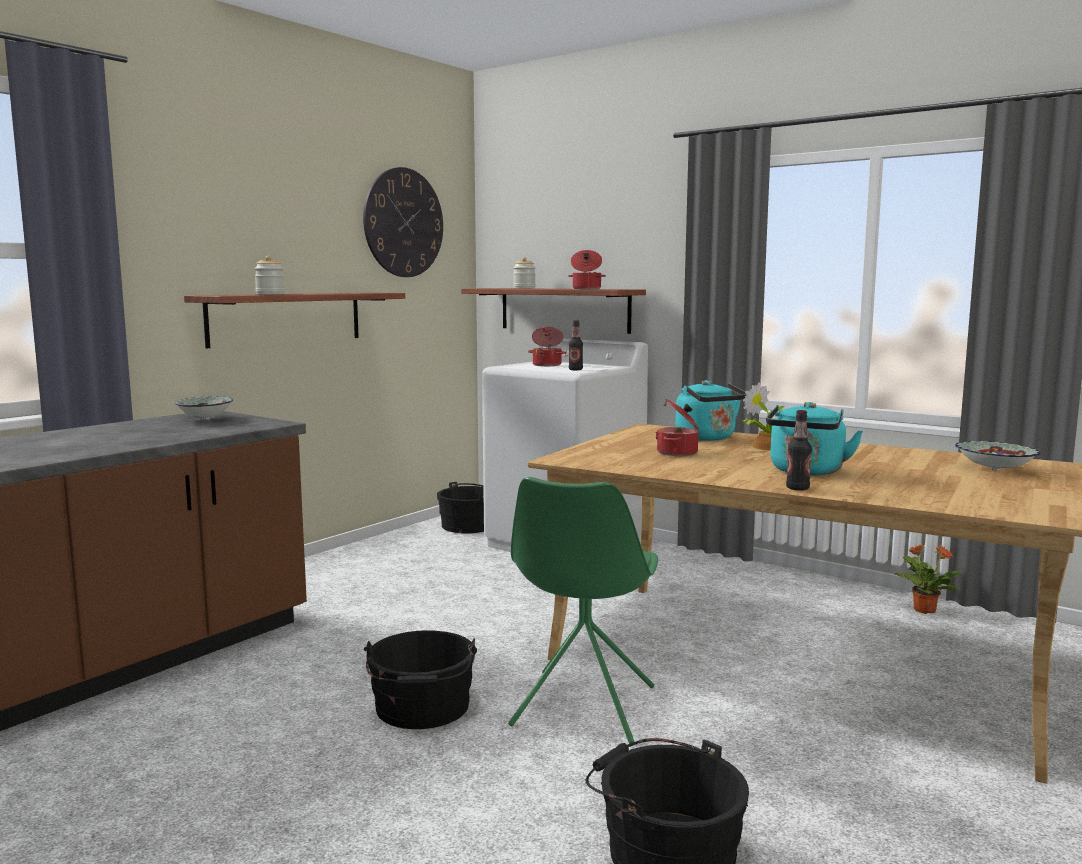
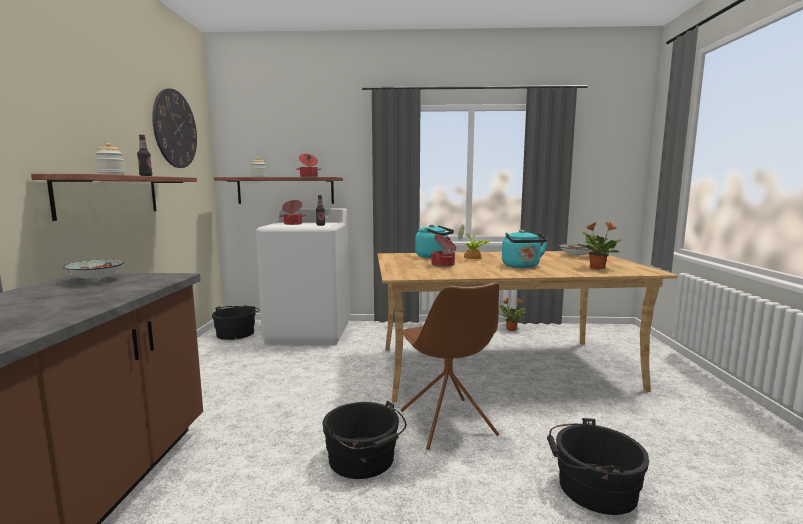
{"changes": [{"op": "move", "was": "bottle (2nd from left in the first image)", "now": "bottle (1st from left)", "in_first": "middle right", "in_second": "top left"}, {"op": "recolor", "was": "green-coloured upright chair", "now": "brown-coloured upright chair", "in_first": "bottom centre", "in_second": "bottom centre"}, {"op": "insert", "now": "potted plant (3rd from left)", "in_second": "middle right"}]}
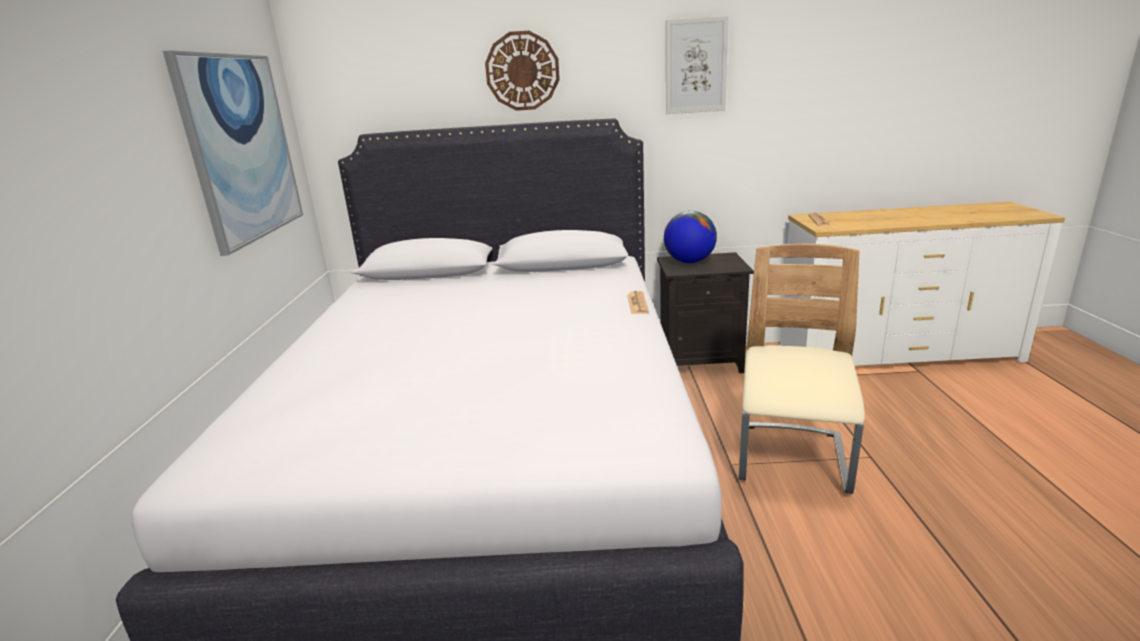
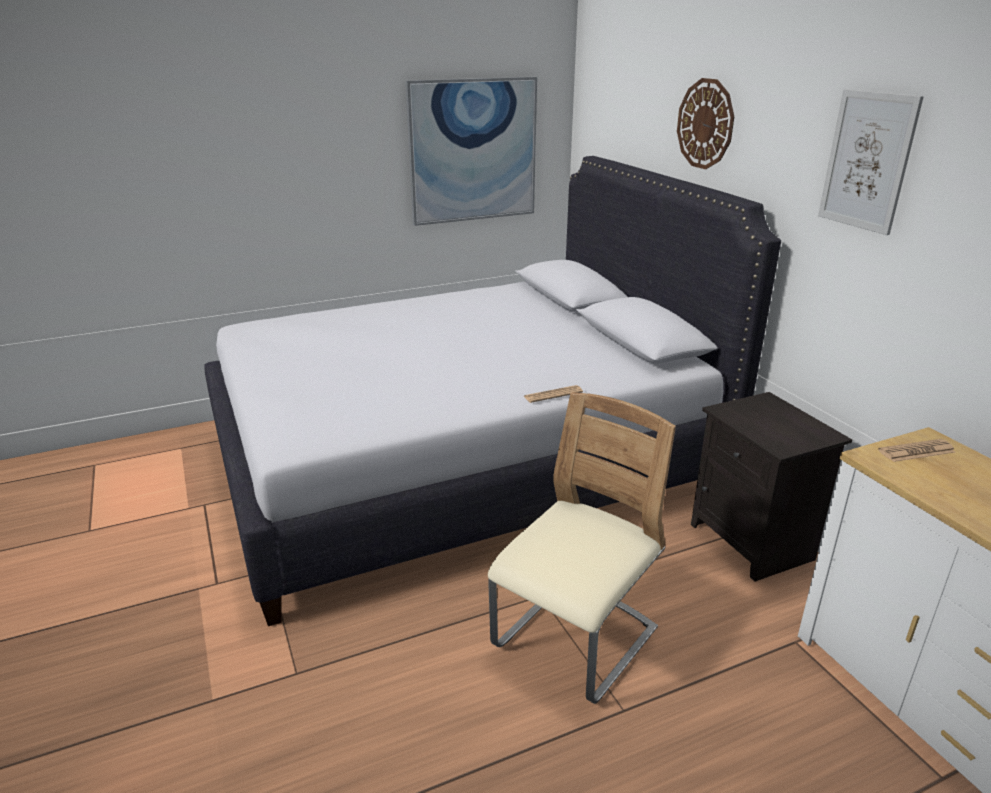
{"changes": [{"op": "rotate", "was": "beige upright chair", "in_first": "middle right", "in_second": "bottom centre", "clockwise": -45}, {"op": "delete", "was": "globe", "in_first": "centre"}]}
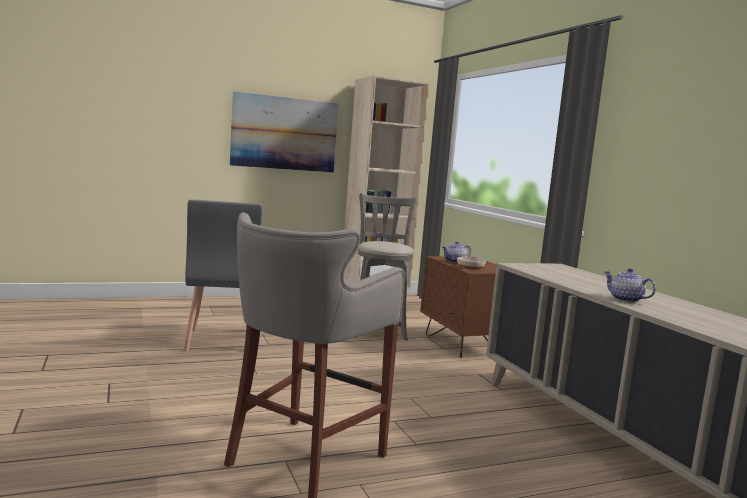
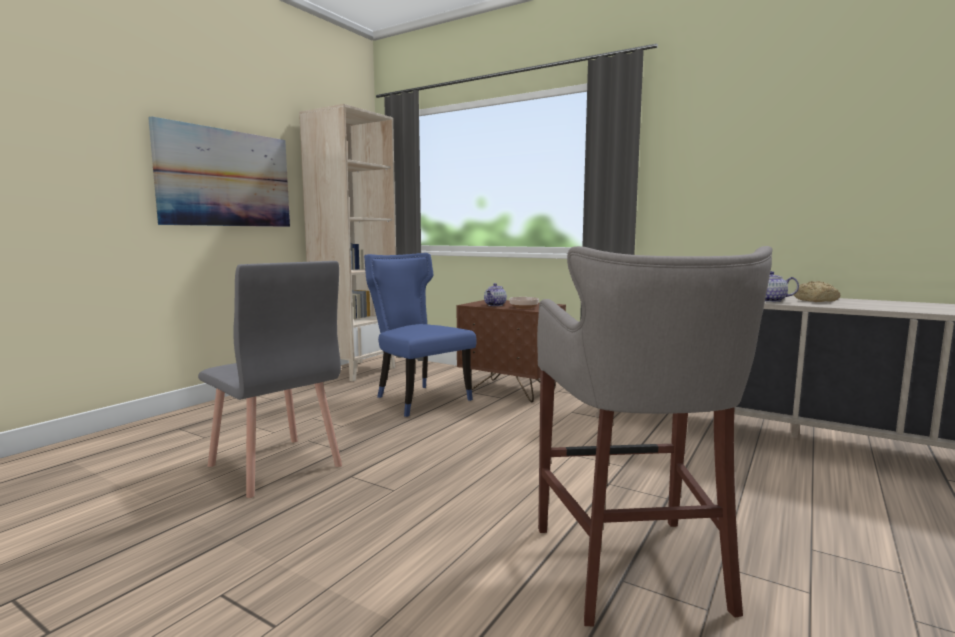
{"changes": [{"op": "replace", "was": "greyish sitting stool (2nd from left)", "now": "blue-coloured upright chair", "in_first": "centre", "in_second": "centre"}, {"op": "insert", "now": "baked bread", "in_second": "middle right"}]}
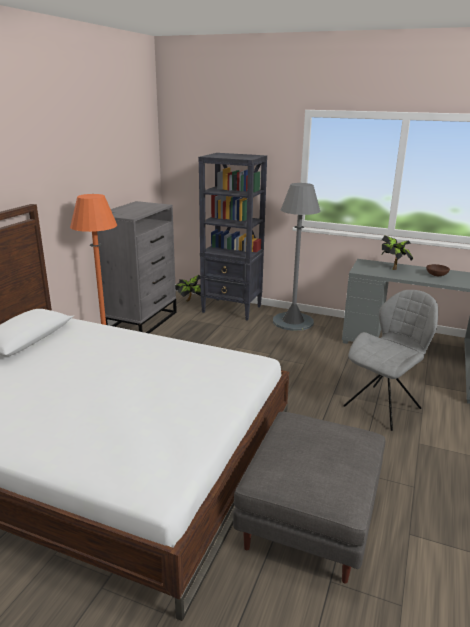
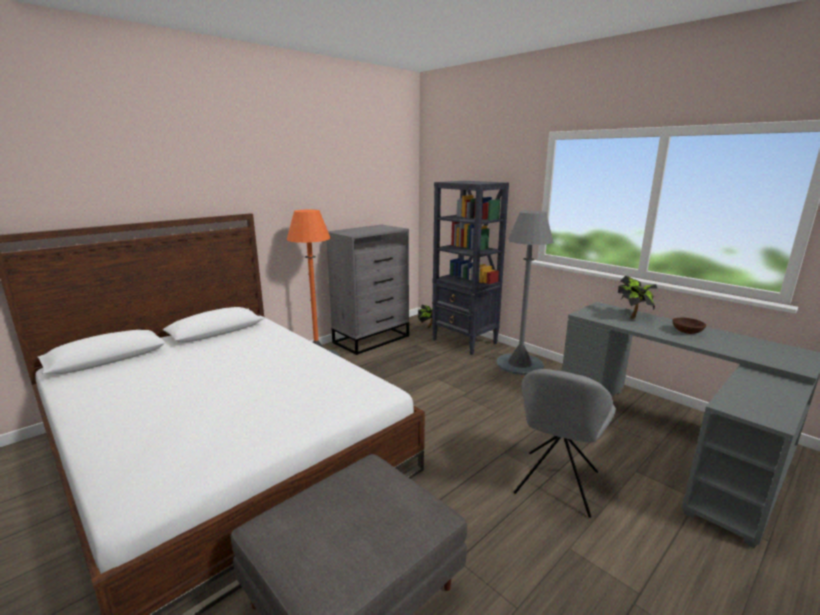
{"changes": [{"op": "rotate", "was": "greyish upright chair", "in_first": "middle right", "in_second": "bottom right", "clockwise": 135}]}
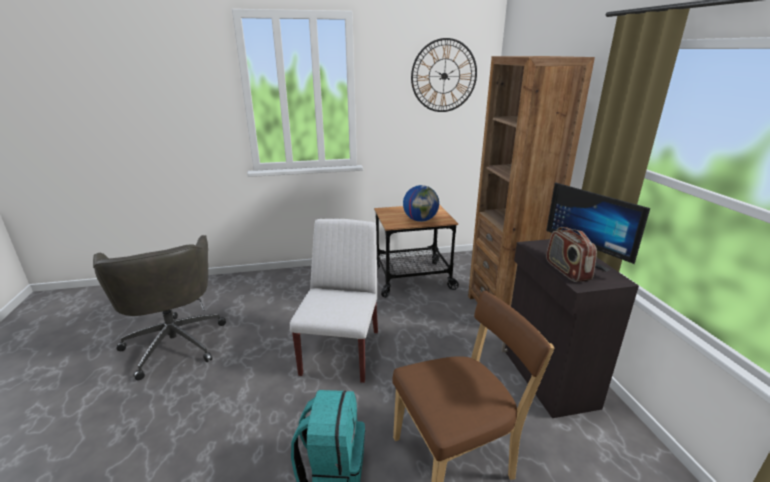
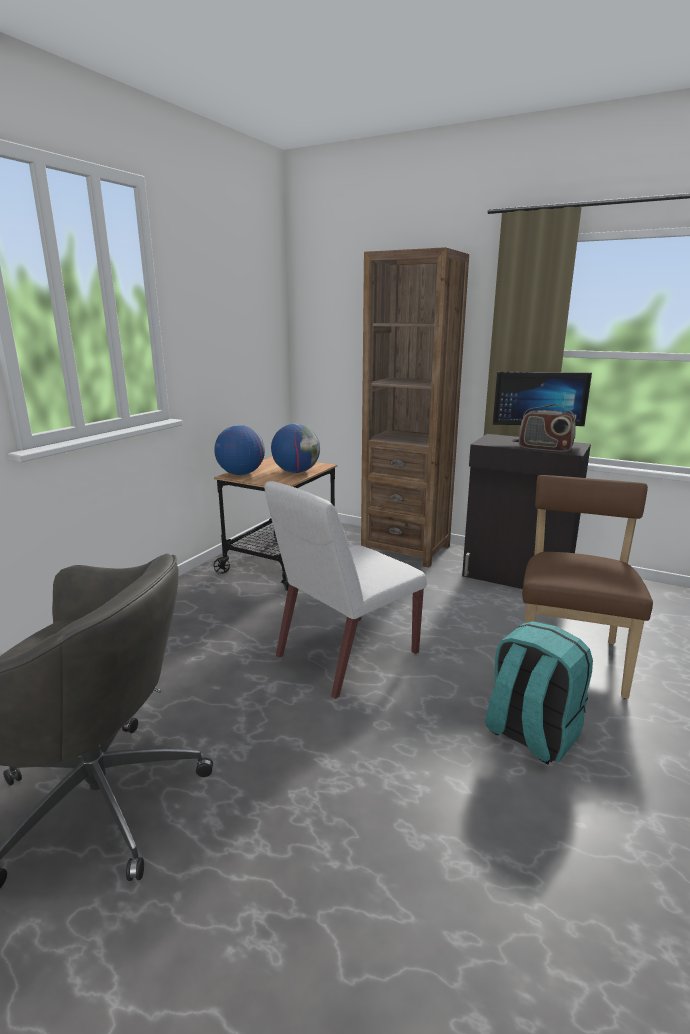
{"changes": [{"op": "insert", "now": "globe (1st from left)", "in_second": "centre"}, {"op": "rotate", "was": "whitish upright chair", "in_first": "centre", "in_second": "centre", "clockwise": -90}, {"op": "delete", "was": "clock on the wall", "in_first": "top centre"}]}
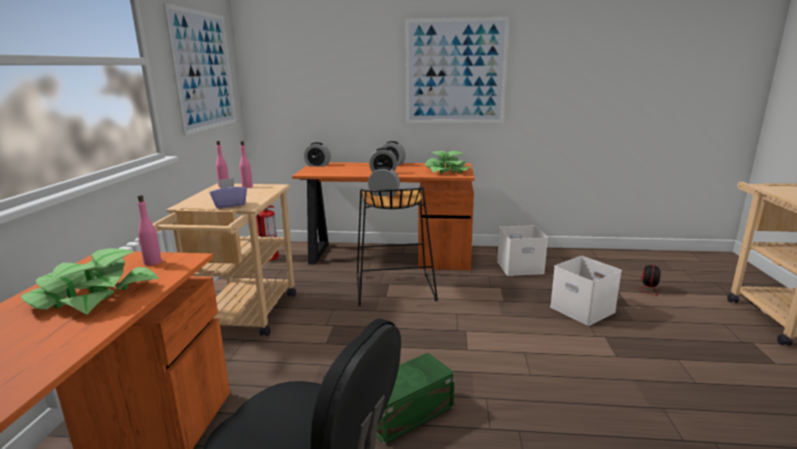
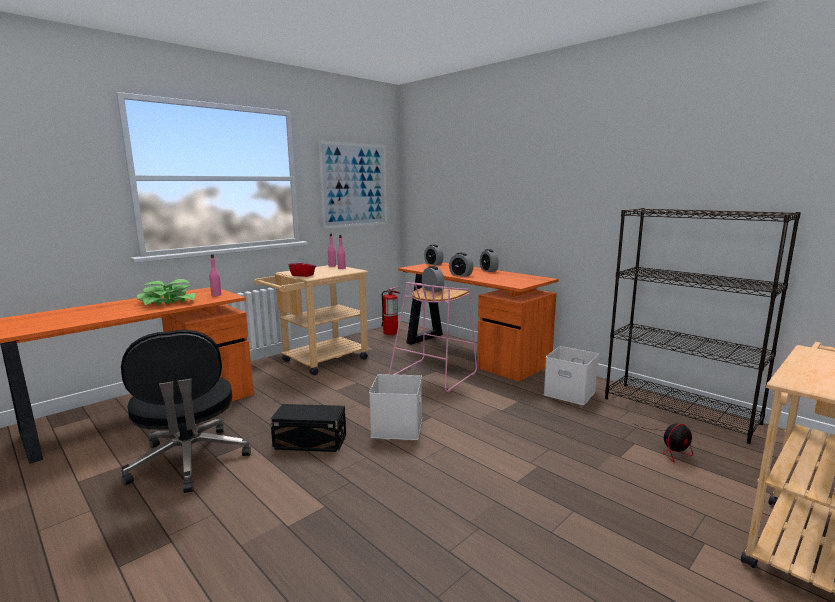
{"changes": [{"op": "recolor", "was": "green-coloured storage bin", "now": "black-coloured storage bin", "in_first": "bottom centre", "in_second": "bottom centre"}, {"op": "recolor", "was": "purple-coloured tissue box", "now": "red-coloured tissue box", "in_first": "middle left", "in_second": "centre"}, {"op": "move", "was": "whitish storage bin (2nd from left in the first image)", "now": "whitish storage bin (1st from left)", "in_first": "middle right", "in_second": "bottom centre"}, {"op": "recolor", "was": "black-coloured sitting stool", "now": "pink sitting stool", "in_first": "centre", "in_second": "centre"}, {"op": "insert", "now": "black-coloured shelving unit", "in_second": "middle right"}, {"op": "delete", "was": "wall picture (2nd from left)", "in_first": "top centre"}, {"op": "delete", "was": "potted plant (2nd from left)", "in_first": "centre"}]}
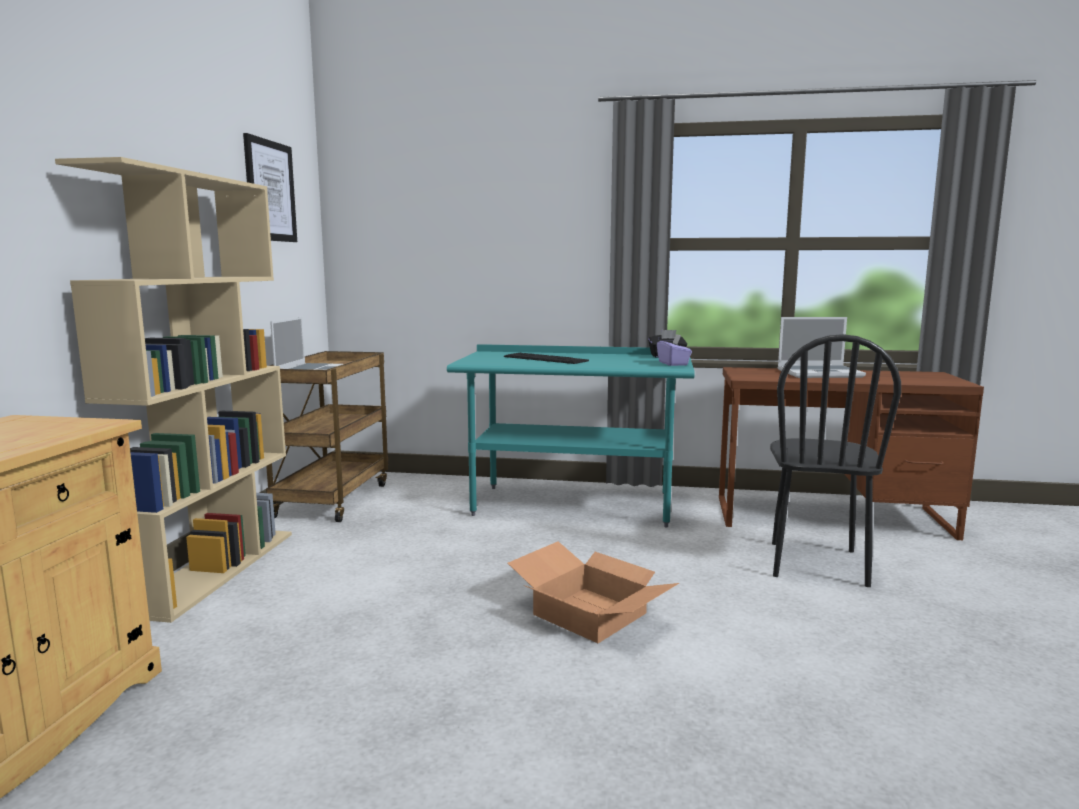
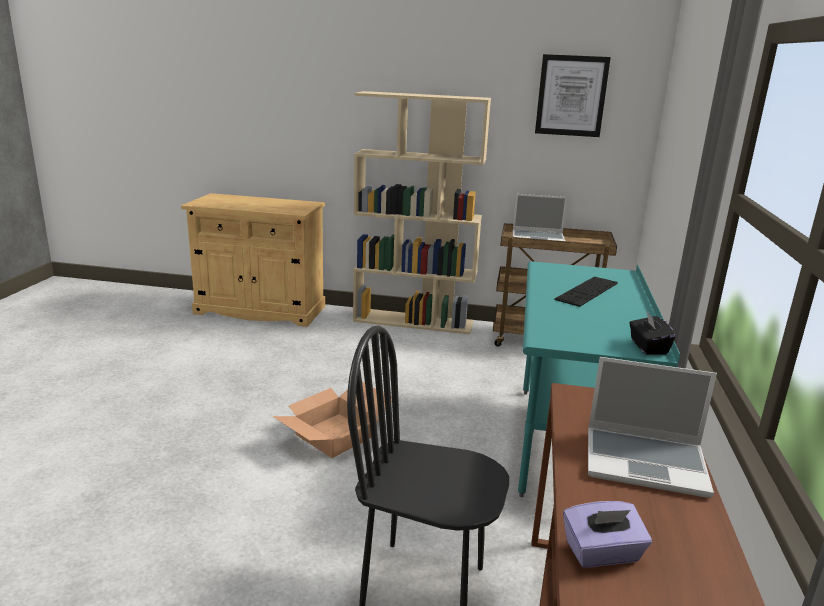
{"changes": [{"op": "move", "was": "purple-coloured tissue box", "in_first": "centre", "in_second": "bottom right"}, {"op": "rotate", "was": "laptop (2nd from left)", "in_first": "middle right", "in_second": "bottom right", "clockwise": -75}]}
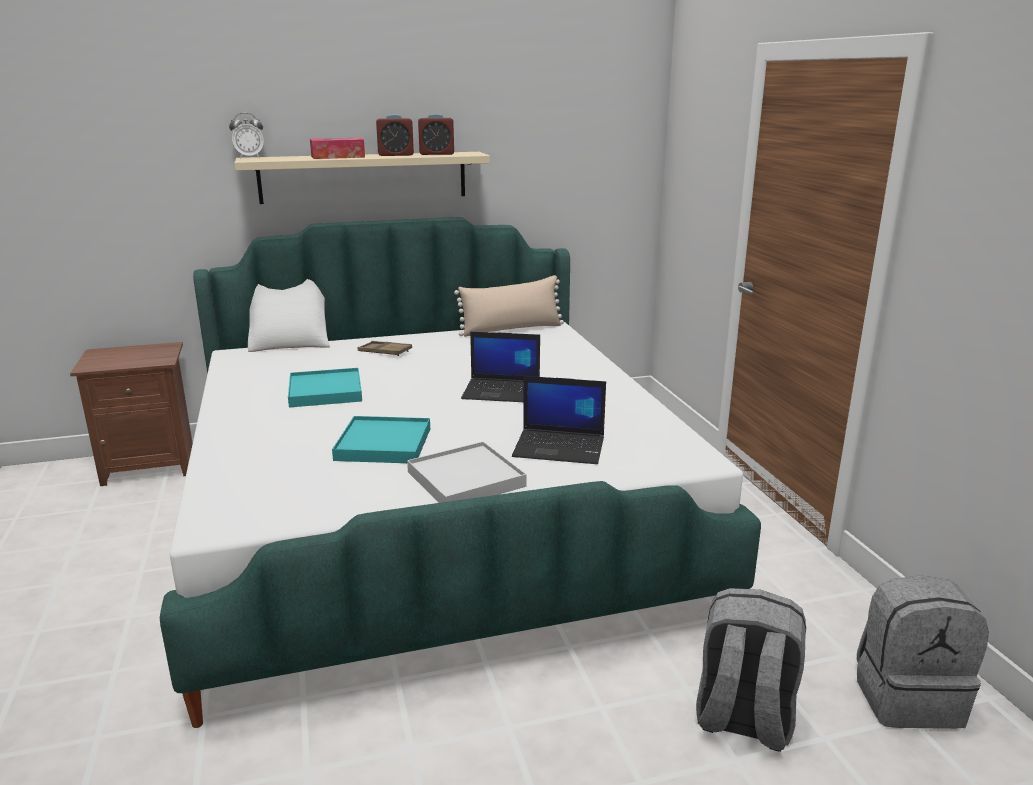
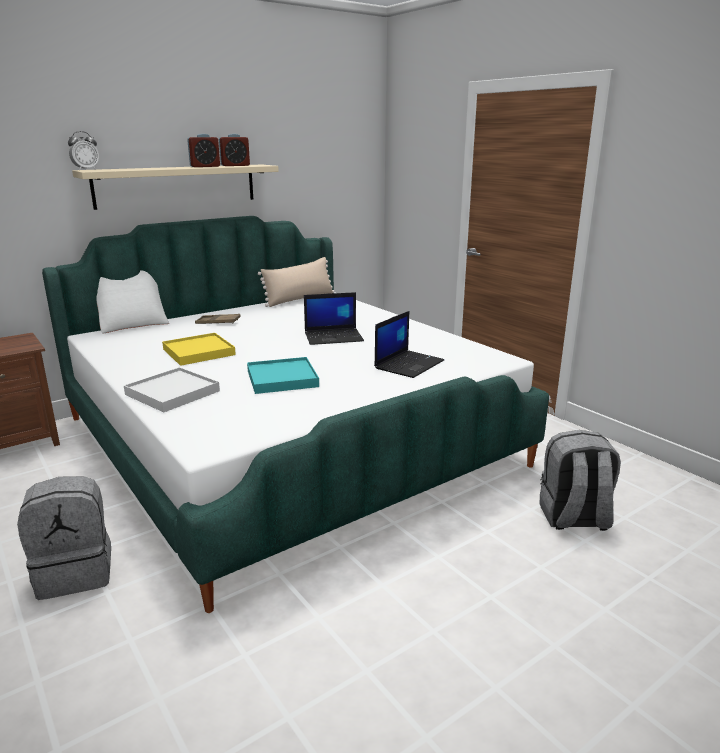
{"changes": [{"op": "move", "was": "greyish knapsack (2nd from left in the first image)", "now": "greyish knapsack (1st from left)", "in_first": "bottom right", "in_second": "bottom left"}, {"op": "move", "was": "whitish tray", "in_first": "centre", "in_second": "middle left"}, {"op": "recolor", "was": "turquoise-coloured tray (1st from left)", "now": "yellow tray", "in_first": "middle left", "in_second": "middle left"}, {"op": "rotate", "was": "laptop (2nd from left)", "in_first": "centre", "in_second": "centre", "clockwise": -45}, {"op": "delete", "was": "tissue box", "in_first": "top left"}]}
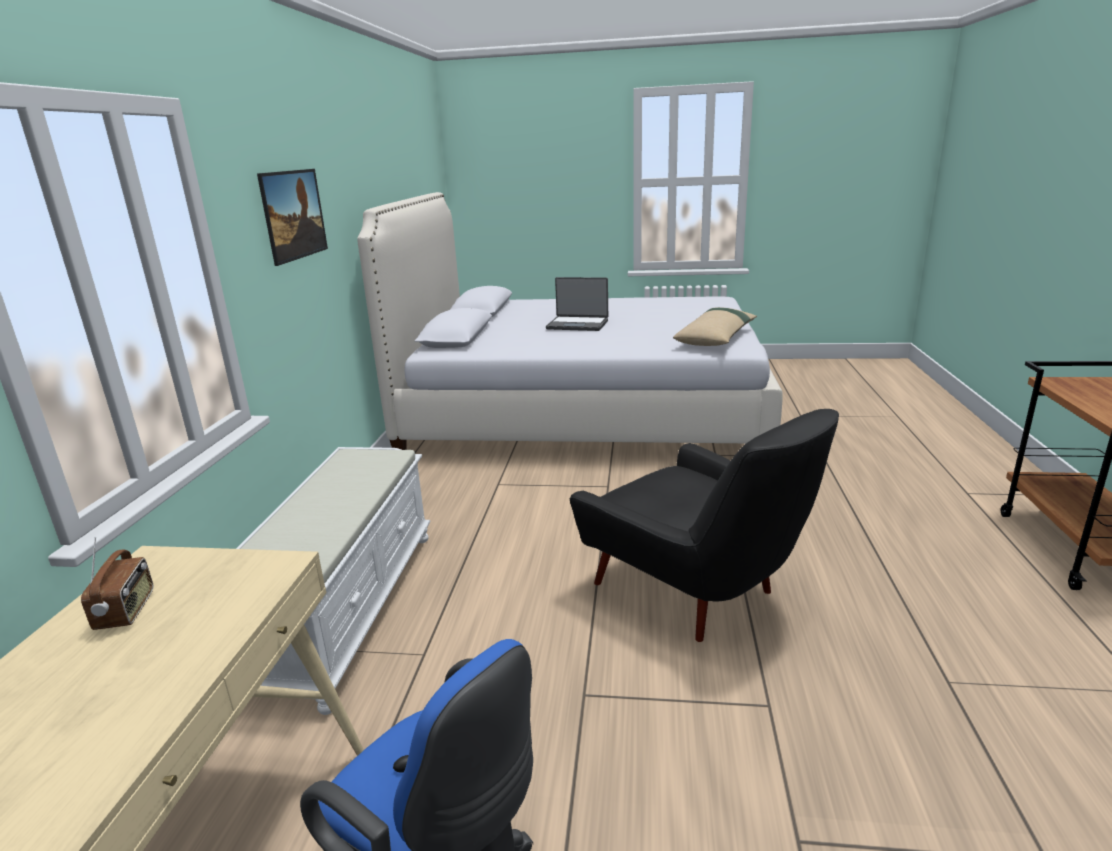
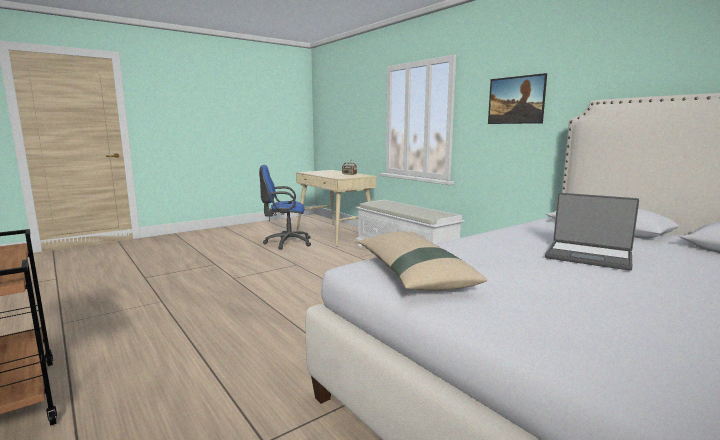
{"changes": [{"op": "rotate", "was": "laptop", "in_first": "centre", "in_second": "middle right", "clockwise": -120}, {"op": "delete", "was": "black-coloured armchair", "in_first": "centre"}]}
